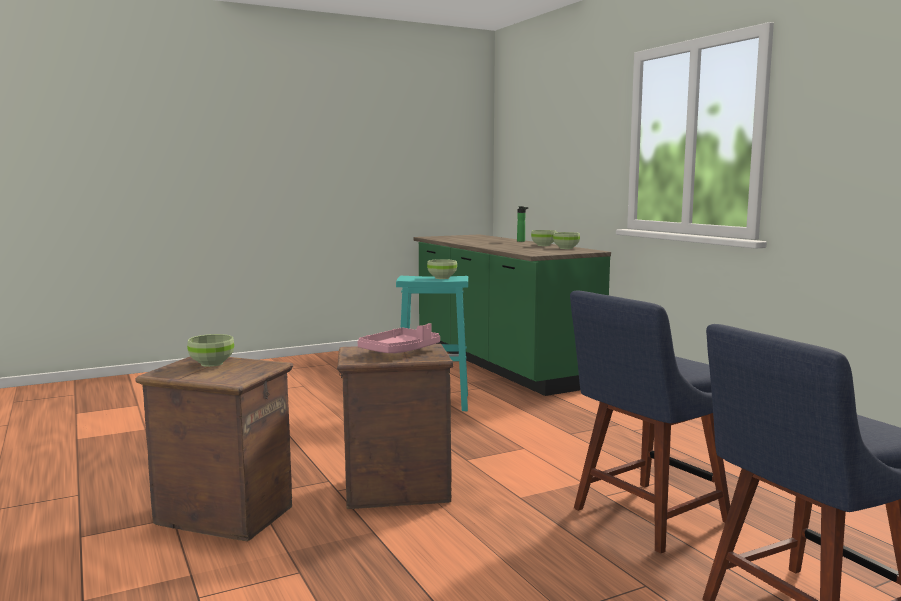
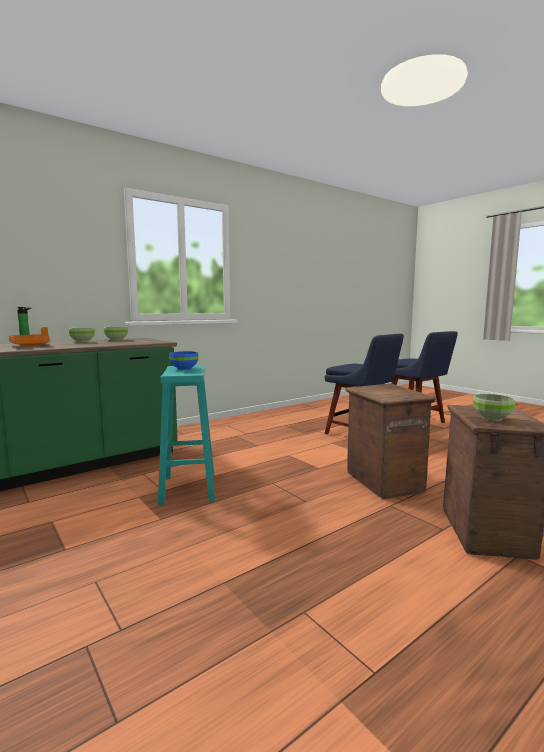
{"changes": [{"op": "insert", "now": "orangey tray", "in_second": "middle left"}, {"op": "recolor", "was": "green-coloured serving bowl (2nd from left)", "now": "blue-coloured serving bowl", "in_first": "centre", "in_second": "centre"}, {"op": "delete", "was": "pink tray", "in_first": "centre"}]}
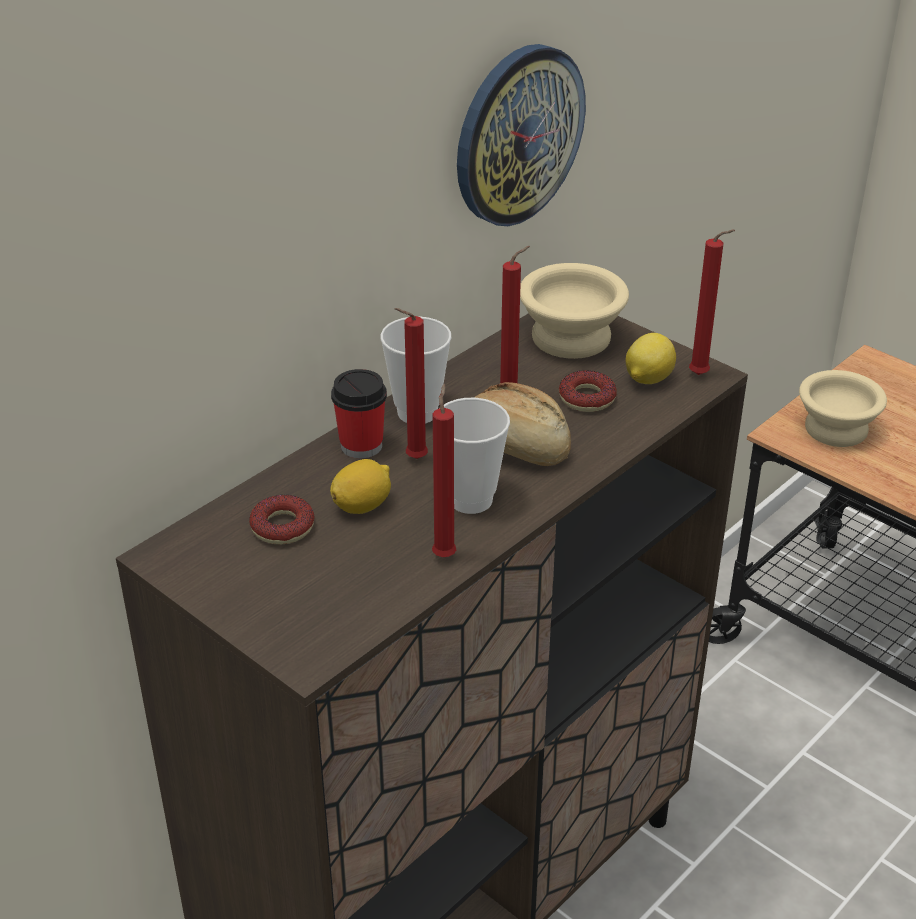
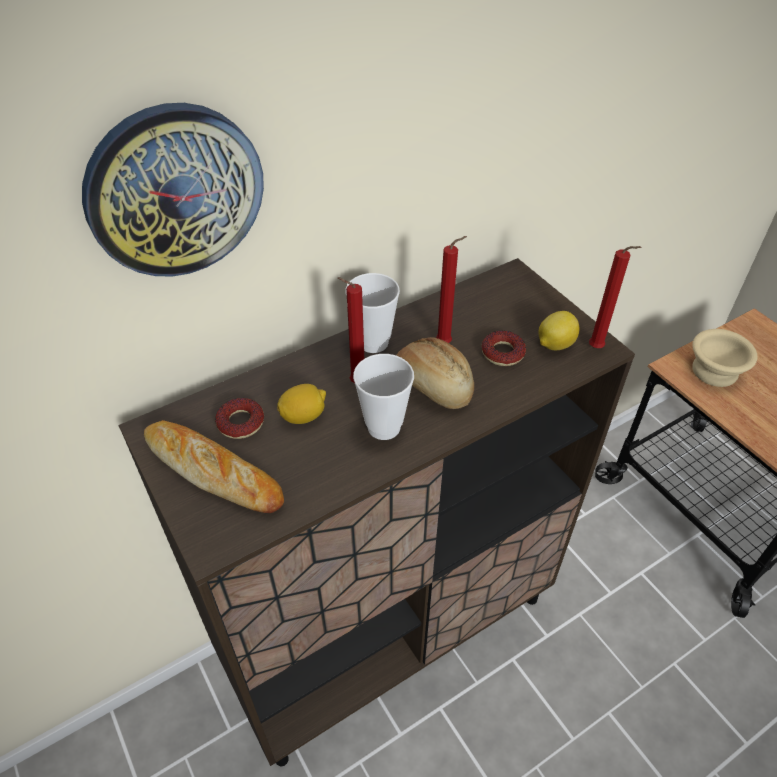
{"changes": [{"op": "move", "was": "clock on the wall", "in_first": "top centre", "in_second": "top left"}, {"op": "insert", "now": "baked bread (1st from left)", "in_second": "middle left"}, {"op": "delete", "was": "small cup (1st from left)", "in_first": "centre"}, {"op": "delete", "was": "red-coloured candle (2nd from left)", "in_first": "centre"}, {"op": "delete", "was": "beige serving bowl (1st from left)", "in_first": "centre"}]}
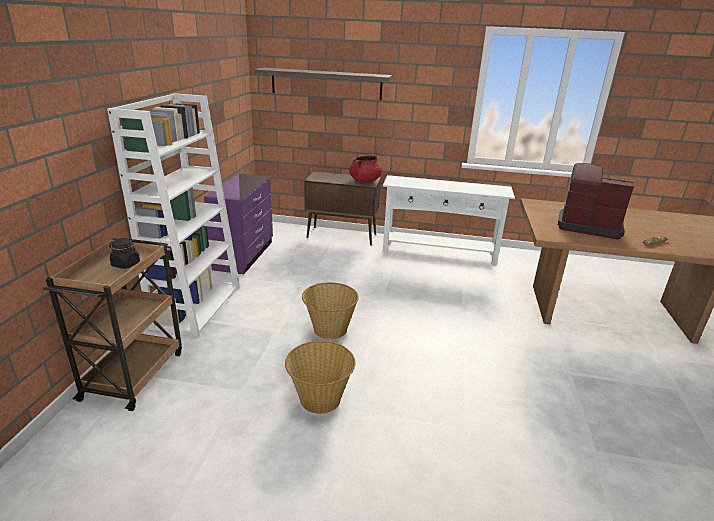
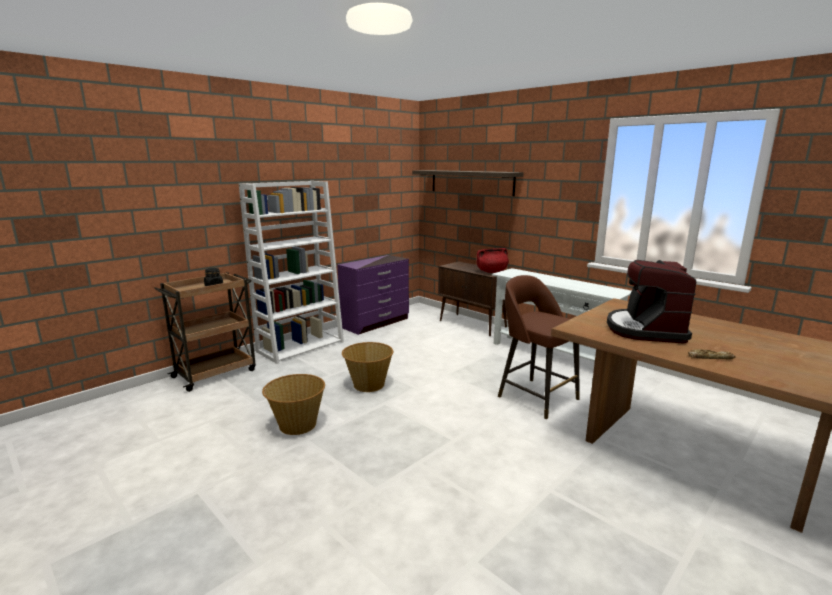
{"changes": [{"op": "insert", "now": "brown-coloured sitting stool", "in_second": "centre"}, {"op": "rotate", "was": "coffee brewer", "in_first": "middle right", "in_second": "middle right", "clockwise": -135}]}
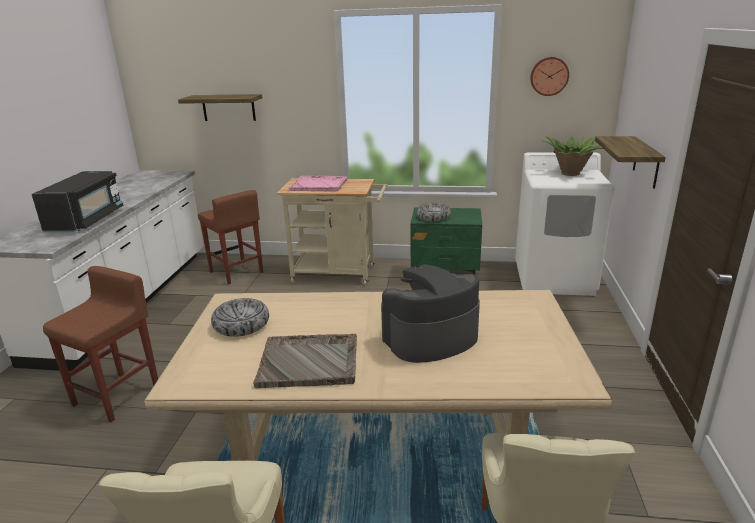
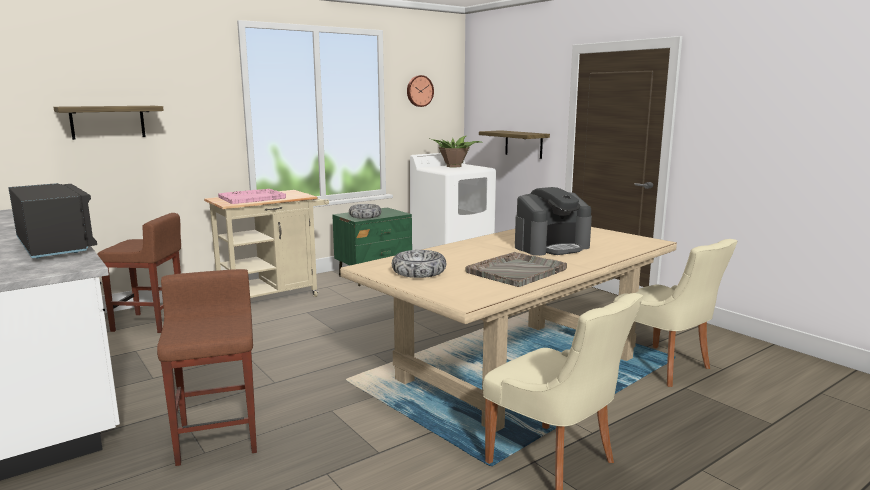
{"changes": [{"op": "rotate", "was": "coffee brewer", "in_first": "centre", "in_second": "centre", "clockwise": -135}]}
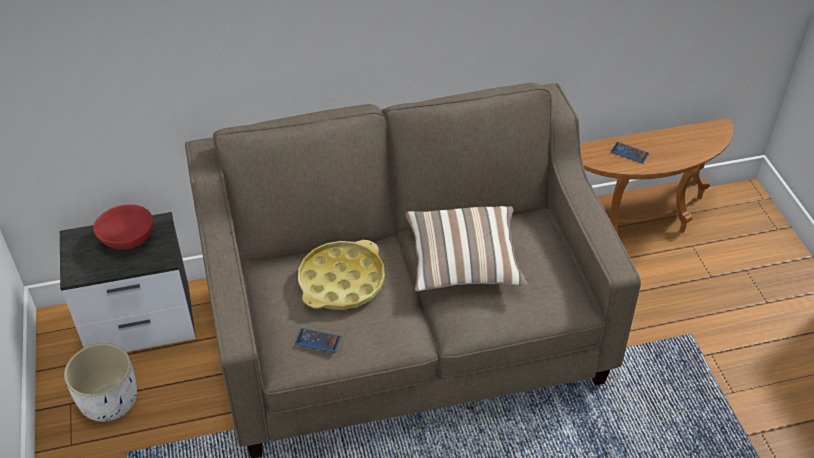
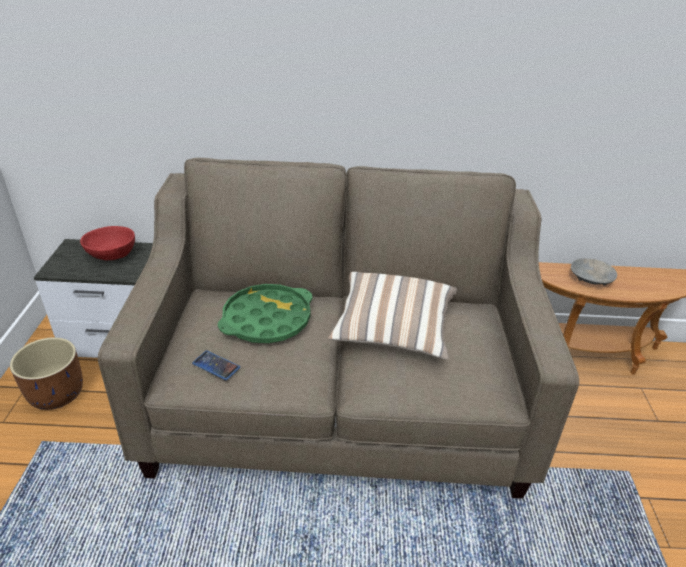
{"changes": [{"op": "recolor", "was": "whitish plant pot", "now": "brown-coloured plant pot", "in_first": "bottom left", "in_second": "middle left"}, {"op": "recolor", "was": "yellow tray", "now": "green-coloured tray", "in_first": "centre", "in_second": "centre"}, {"op": "replace", "was": "handset (2nd from left)", "now": "greyish serving bowl", "in_first": "top right", "in_second": "middle right"}]}
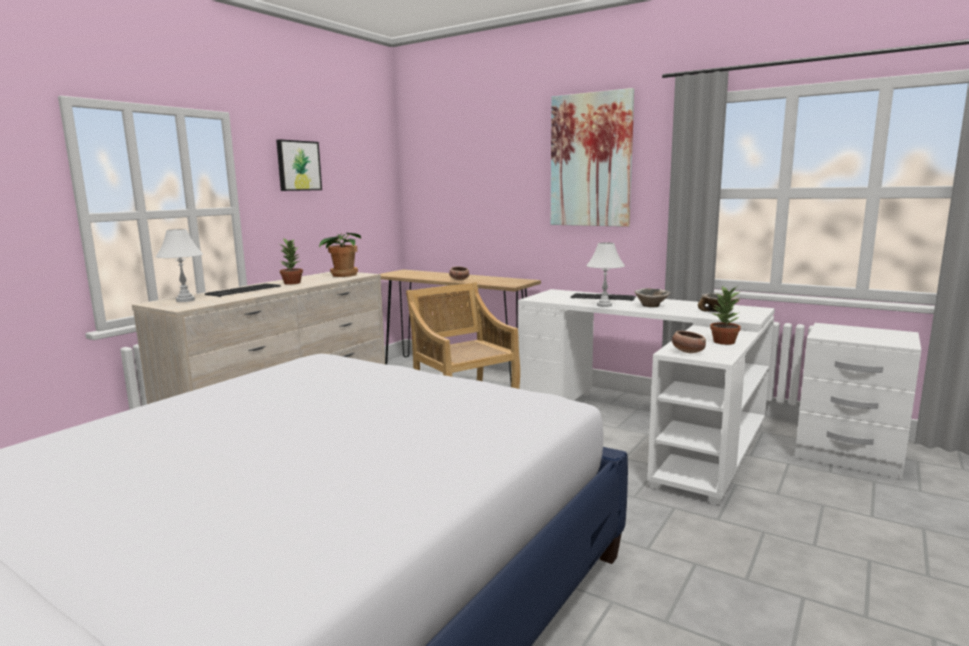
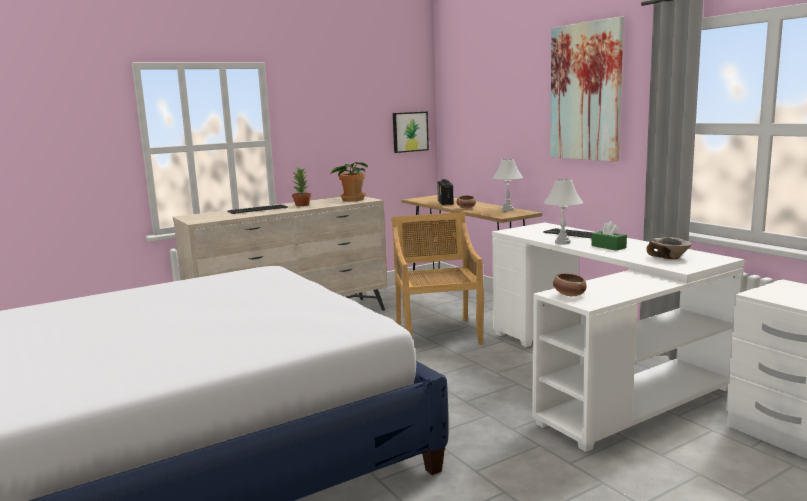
{"changes": [{"op": "move", "was": "wall picture (1st from left)", "in_first": "top left", "in_second": "top centre"}, {"op": "insert", "now": "radio", "in_second": "centre"}, {"op": "move", "was": "whitish lamp for a table (1st from left)", "in_first": "middle left", "in_second": "centre"}, {"op": "replace", "was": "serving bowl (2nd from left)", "now": "green-coloured tissue box", "in_first": "middle right", "in_second": "middle right"}, {"op": "delete", "was": "potted plant (3rd from left)", "in_first": "middle right"}]}
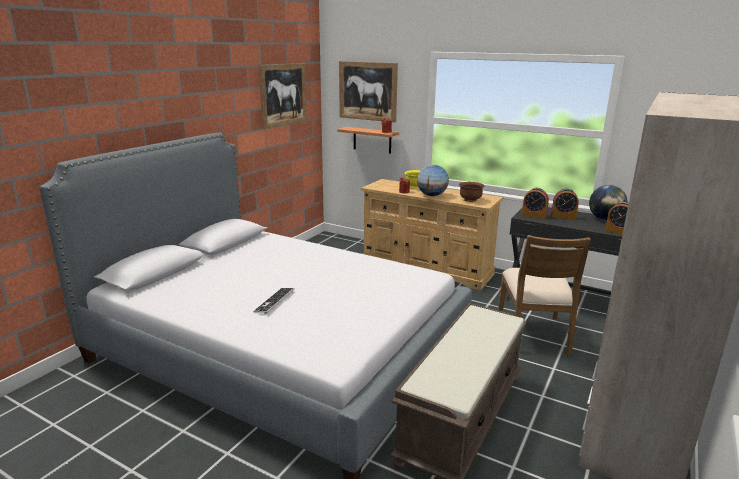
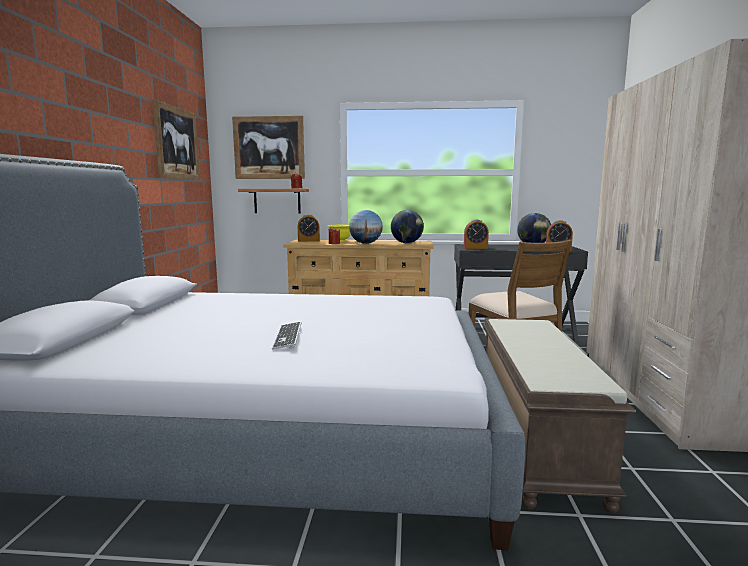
{"changes": [{"op": "move", "was": "table clock (2nd from left in the first image)", "now": "table clock (1st from left)", "in_first": "middle right", "in_second": "centre"}, {"op": "replace", "was": "brown-coloured serving bowl", "now": "globe (2nd from left)", "in_first": "centre", "in_second": "centre"}]}
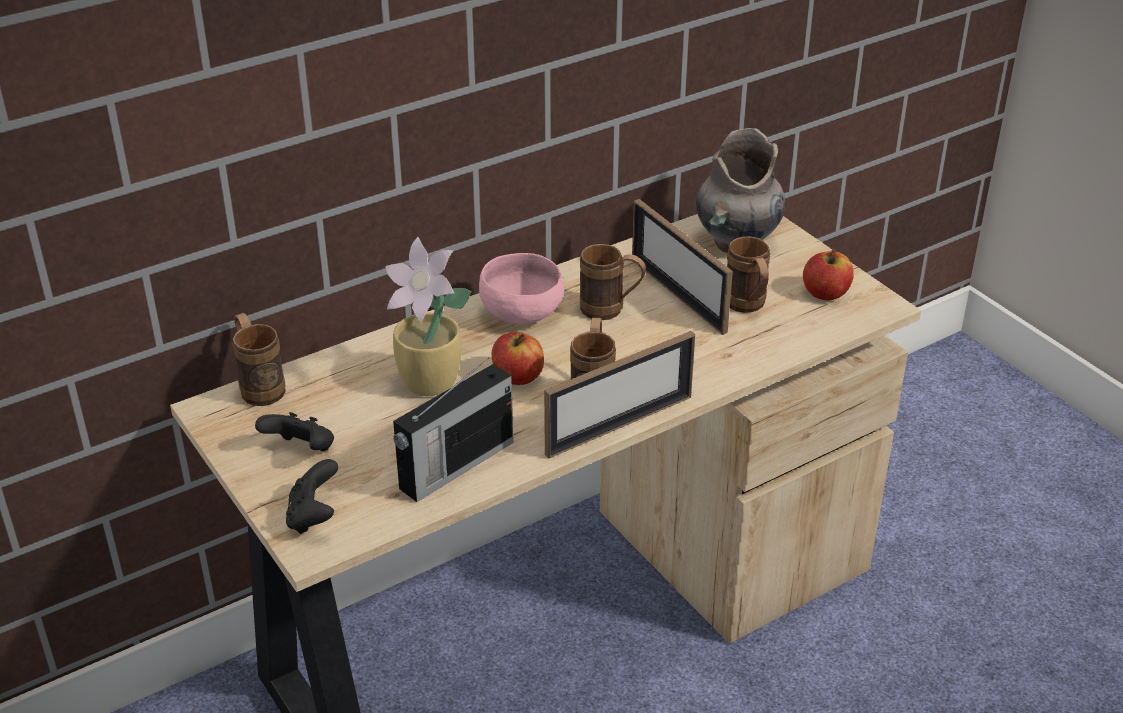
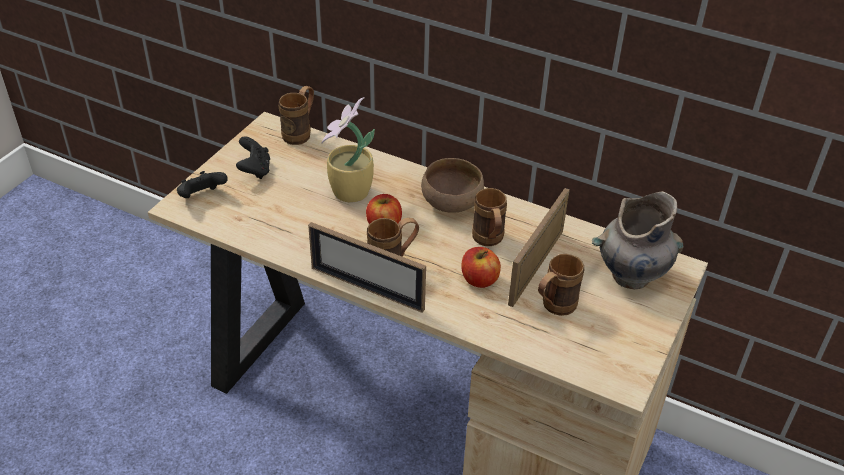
{"changes": [{"op": "recolor", "was": "pink serving bowl", "now": "brown-coloured serving bowl", "in_first": "centre", "in_second": "centre"}, {"op": "move", "was": "apple (2nd from left)", "in_first": "middle right", "in_second": "centre"}, {"op": "delete", "was": "radio", "in_first": "centre"}]}
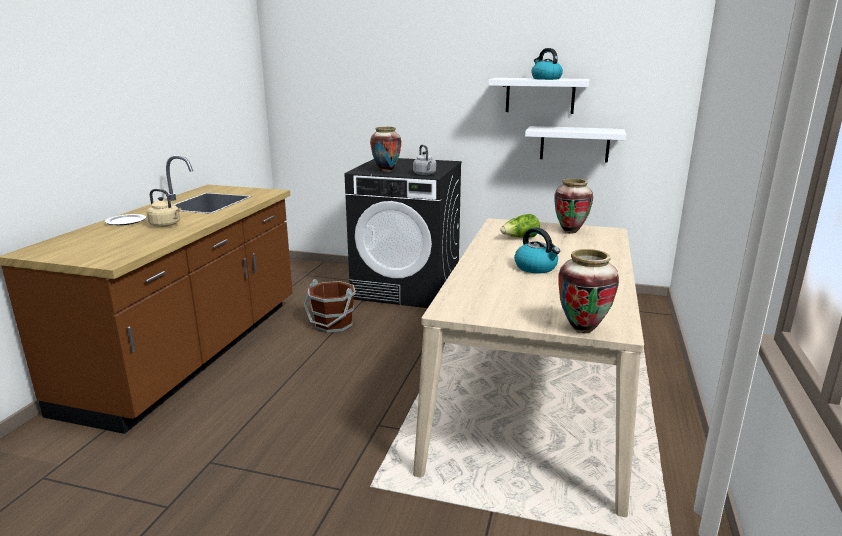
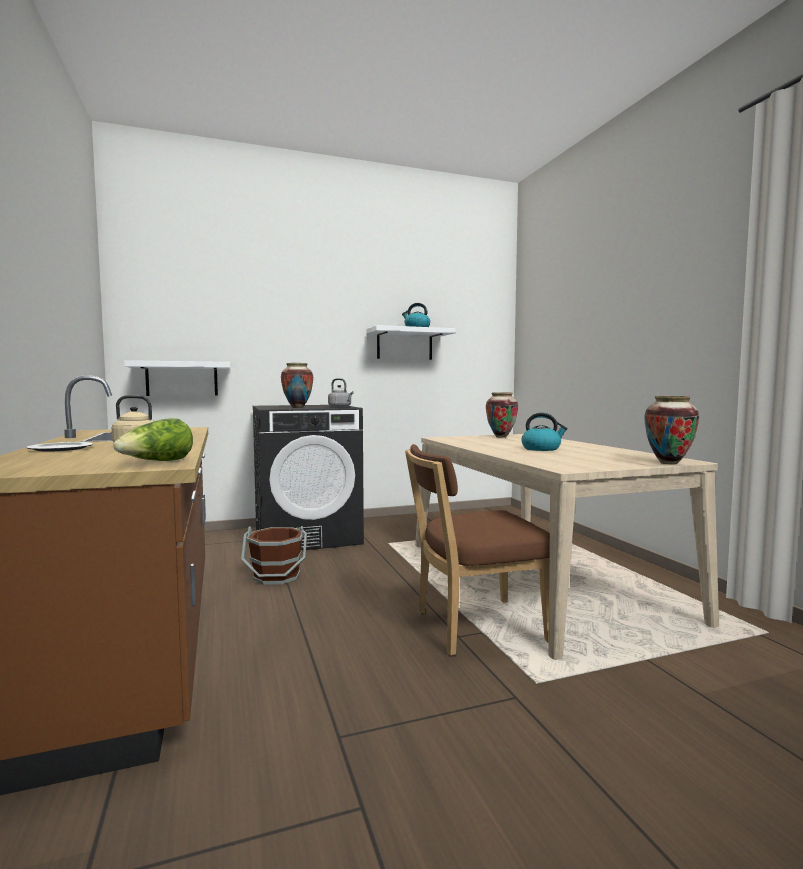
{"changes": [{"op": "move", "was": "lettuce", "in_first": "centre", "in_second": "middle left"}, {"op": "move", "was": "whitish shelf (2nd from left in the first image)", "now": "whitish shelf (1st from left)", "in_first": "top right", "in_second": "middle left"}, {"op": "insert", "now": "brown-coloured upright chair", "in_second": "centre"}]}
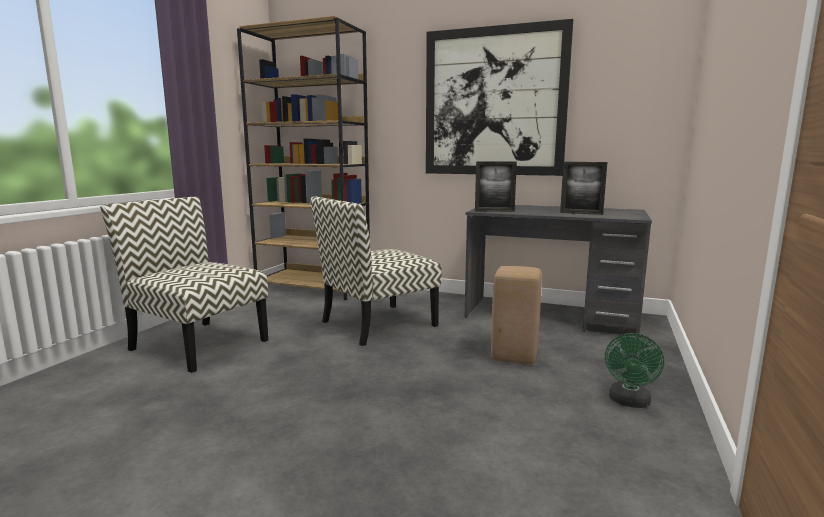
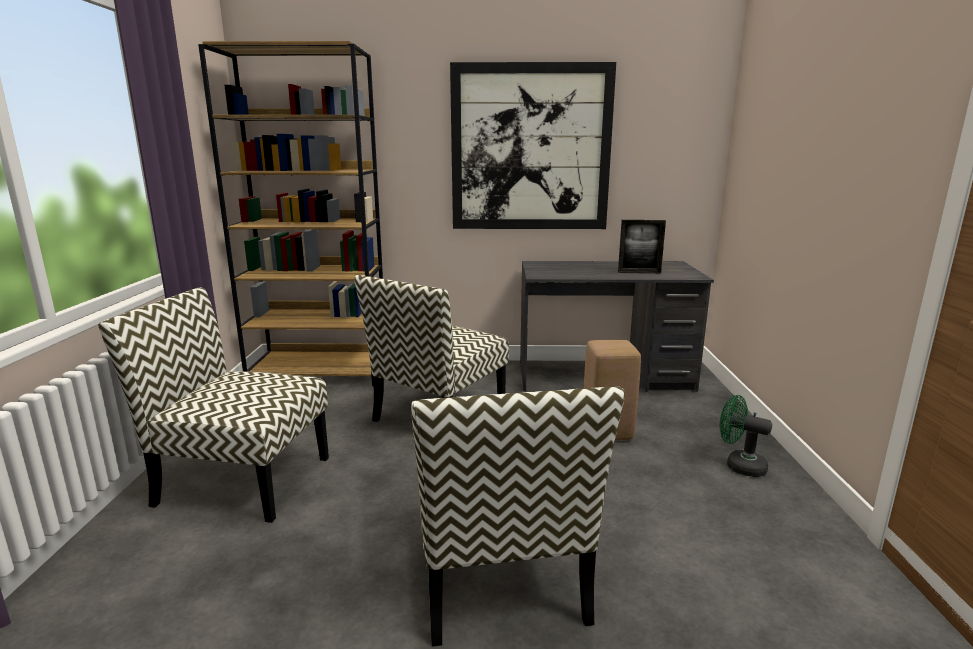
{"changes": [{"op": "insert", "now": "upright chair (3rd from left)", "in_second": "bottom centre"}, {"op": "rotate", "was": "green-coloured electric fan", "in_first": "bottom right", "in_second": "bottom right", "clockwise": 120}, {"op": "delete", "was": "picture frame (1st from left)", "in_first": "centre"}]}
